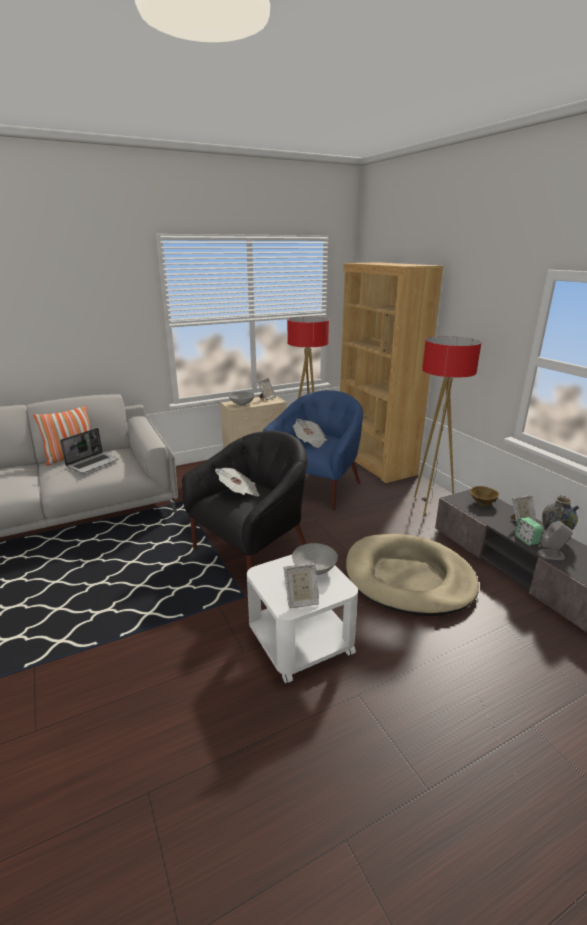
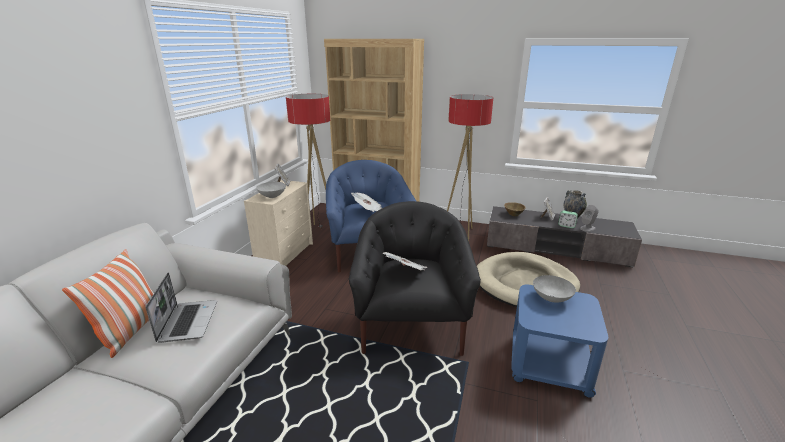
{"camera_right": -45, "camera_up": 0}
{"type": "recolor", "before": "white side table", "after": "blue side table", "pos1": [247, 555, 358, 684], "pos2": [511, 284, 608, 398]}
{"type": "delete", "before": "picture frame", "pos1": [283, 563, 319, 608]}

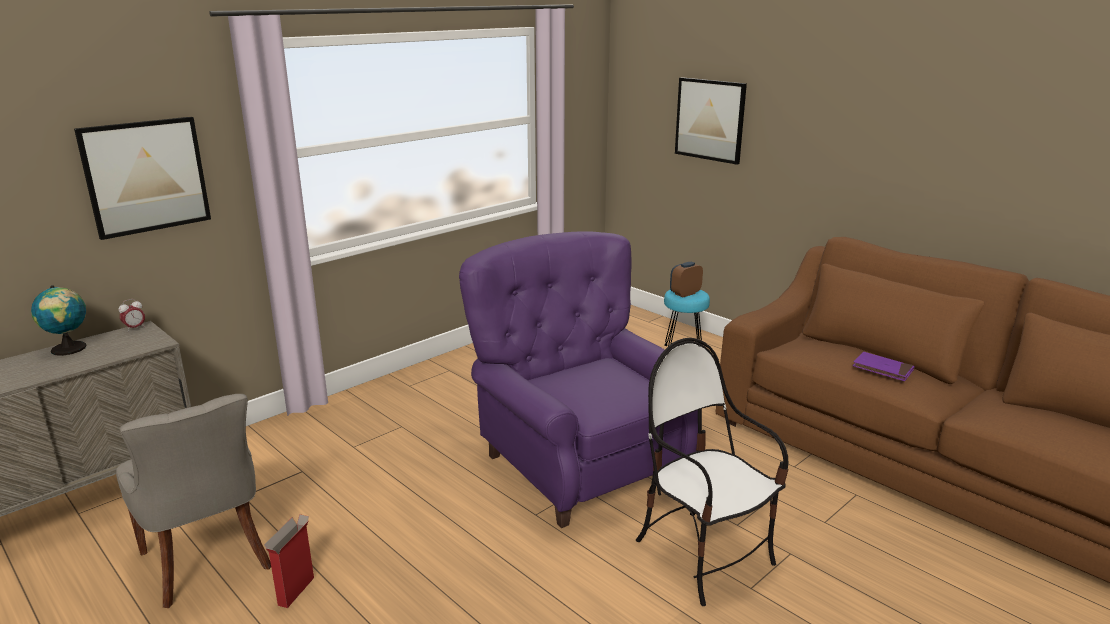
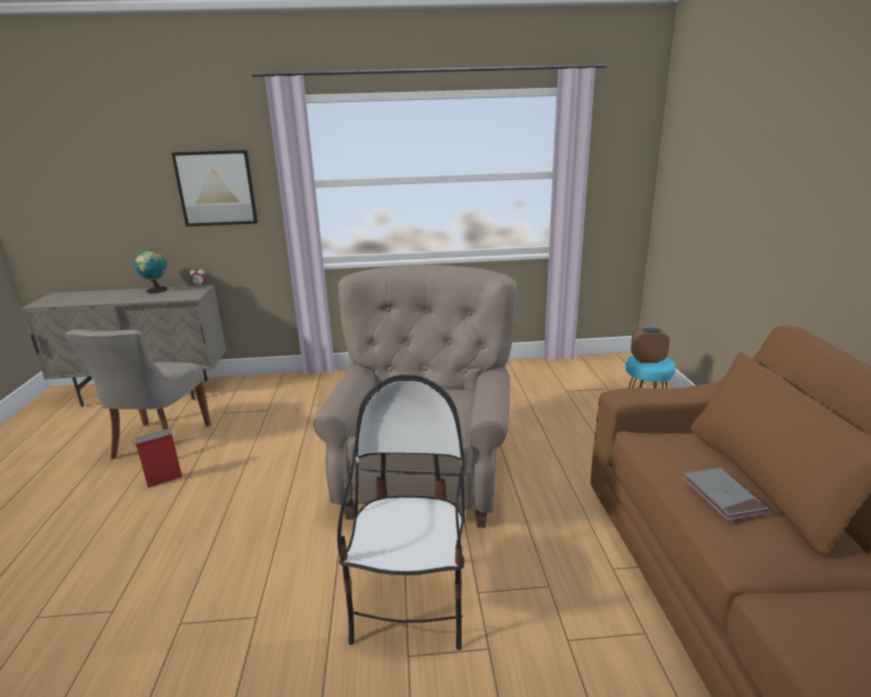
{"camera_right": 40, "camera_up": 0}
{"type": "recolor", "before": "purple armchair", "after": "beige armchair", "pos1": [459, 231, 698, 528], "pos2": [313, 265, 518, 528]}
{"type": "delete", "before": "picture", "pos1": [675, 77, 747, 165]}
{"type": "recolor", "before": "purple book", "after": "grey book", "pos1": [853, 352, 915, 381], "pos2": [683, 468, 768, 521]}

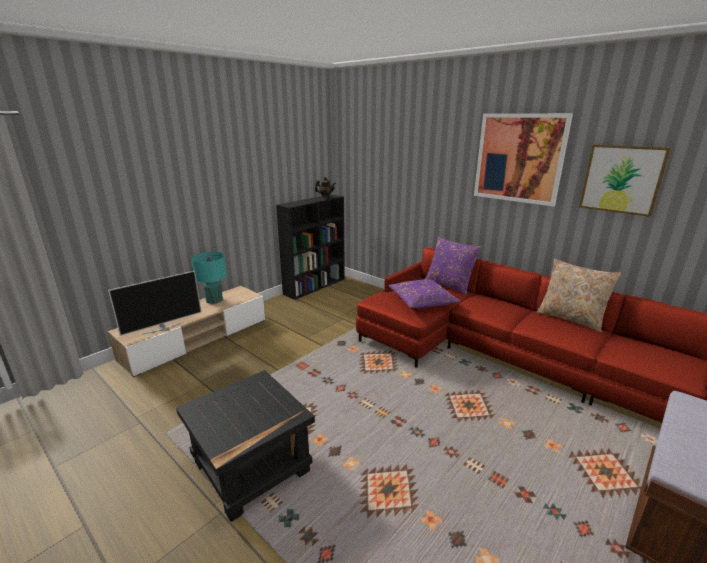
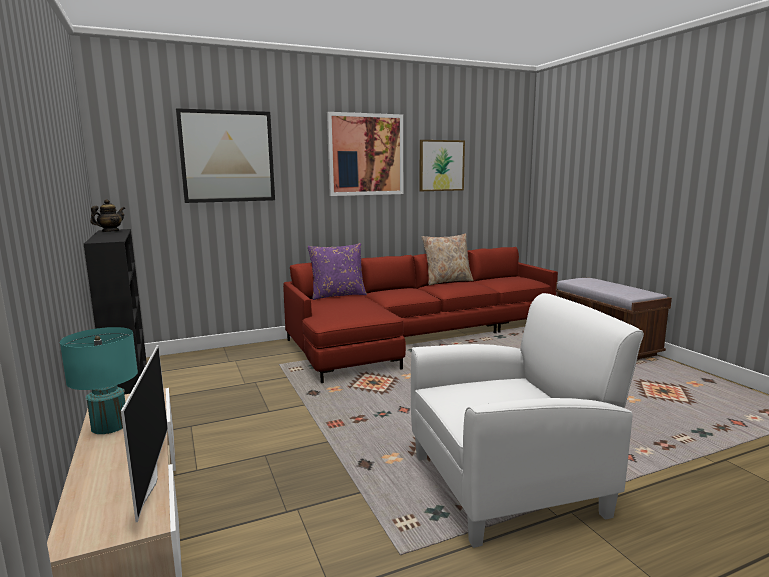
{"camera_right": -65, "camera_up": -10}
{"type": "replace", "before": "black side table", "after": "white armchair", "pos1": [176, 370, 315, 522], "pos2": [411, 293, 644, 548]}
{"type": "delete", "before": "purple pillow", "pos1": [389, 279, 461, 308]}
{"type": "insert", "after": "picture", "pos2": [176, 108, 275, 203]}

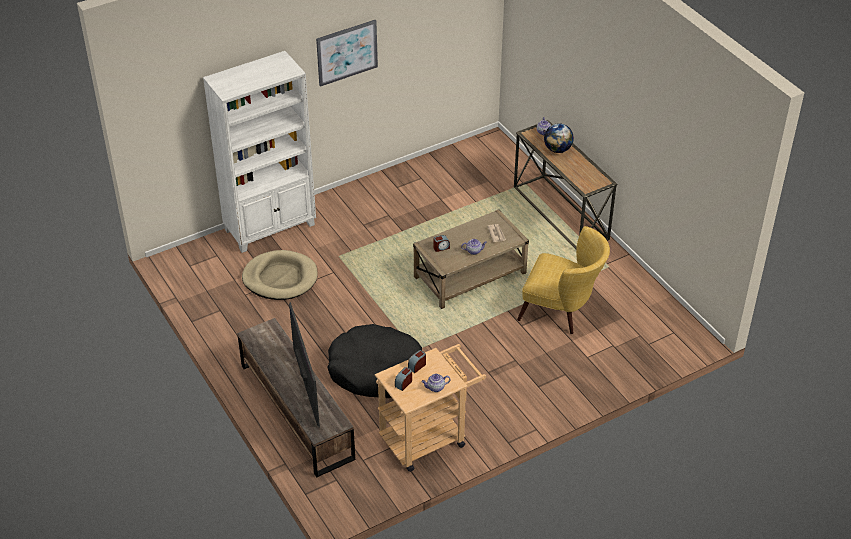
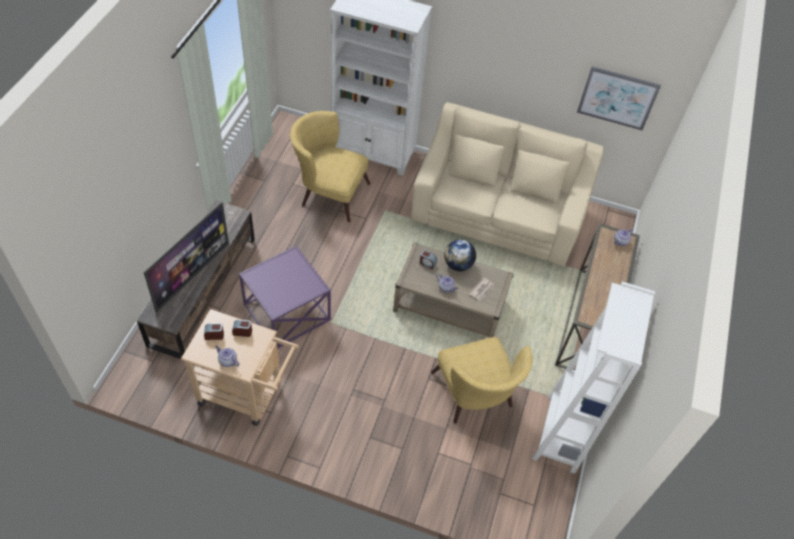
{"camera_right": 45, "camera_up": 10}
{"type": "replace", "before": "beige dog bed", "after": "yellow armchair", "pos1": [242, 250, 318, 300], "pos2": [290, 111, 370, 222]}
{"type": "move", "before": "picture", "pos1": [316, 20, 378, 87], "pos2": [577, 66, 661, 130]}
{"type": "replace", "before": "black dog bed", "after": "purple side table", "pos1": [328, 324, 422, 398], "pos2": [239, 246, 331, 349]}
{"type": "move", "before": "globe", "pos1": [544, 123, 574, 153], "pos2": [444, 240, 476, 271]}
{"type": "insert", "after": "beige sofa", "pos2": [411, 102, 604, 267]}
{"type": "insert", "after": "white bookcase", "pos2": [532, 282, 655, 474]}

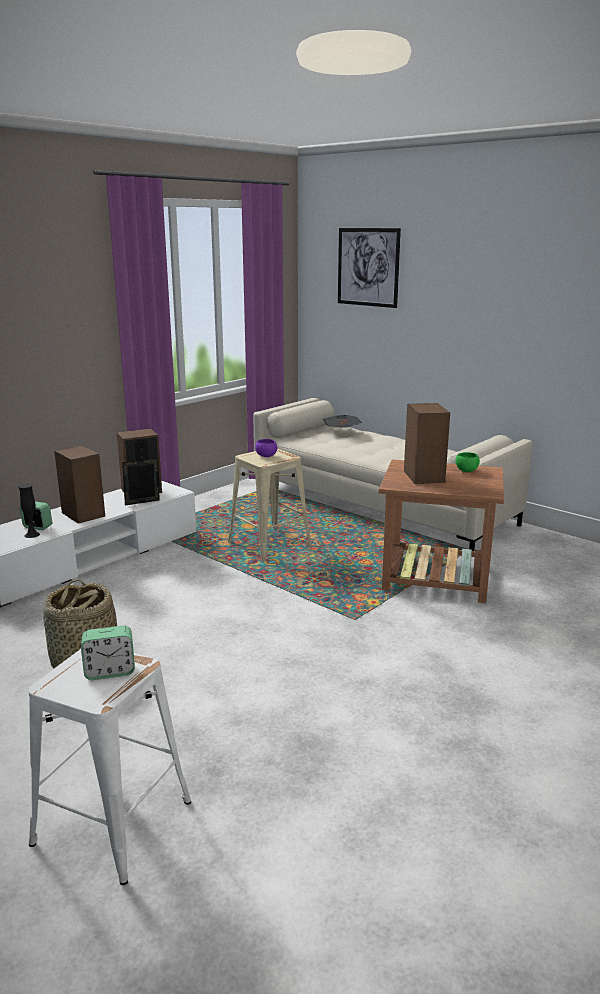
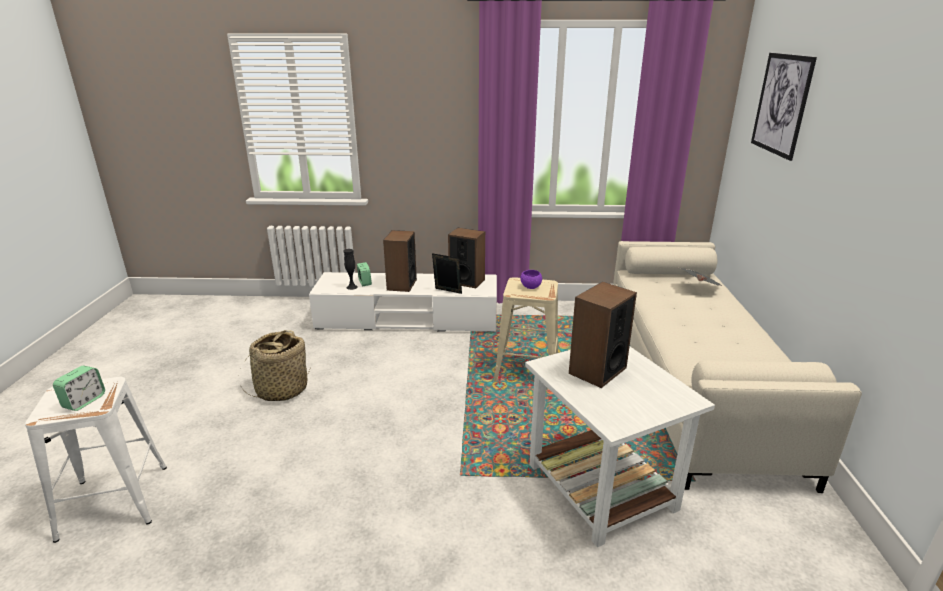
{"camera_right": 50, "camera_up": 5}
{"type": "rotate", "before": "alarm clock", "pos1": [81, 626, 135, 680], "pos2": [53, 366, 105, 411], "turn": -105}
{"type": "recolor", "before": "brown side table", "after": "white side table", "pos1": [378, 460, 504, 603], "pos2": [525, 347, 715, 547]}
{"type": "delete", "before": "green bowl", "pos1": [455, 452, 480, 472]}

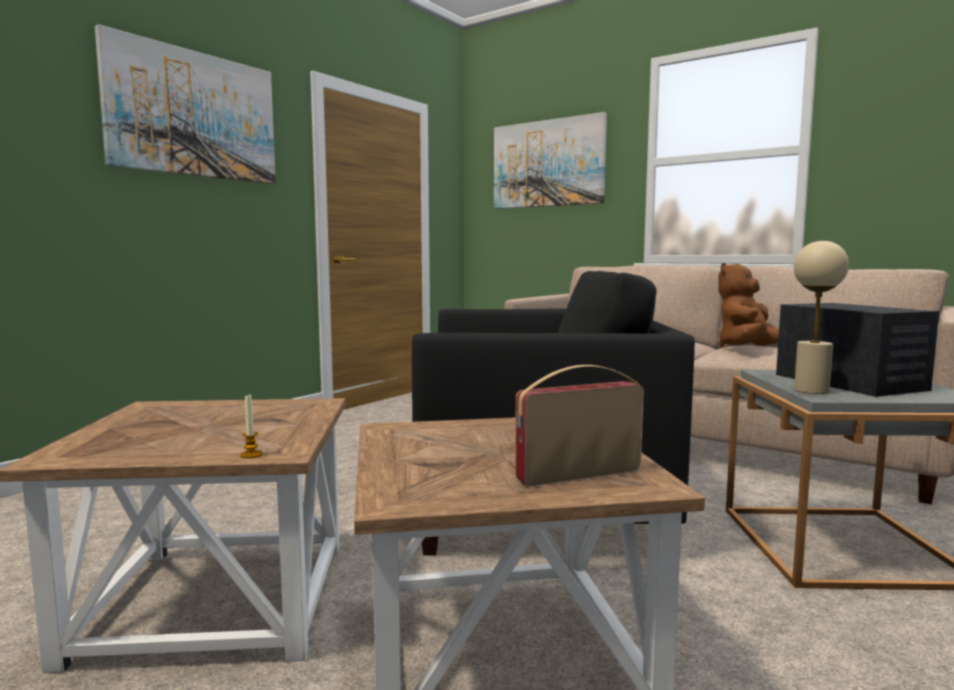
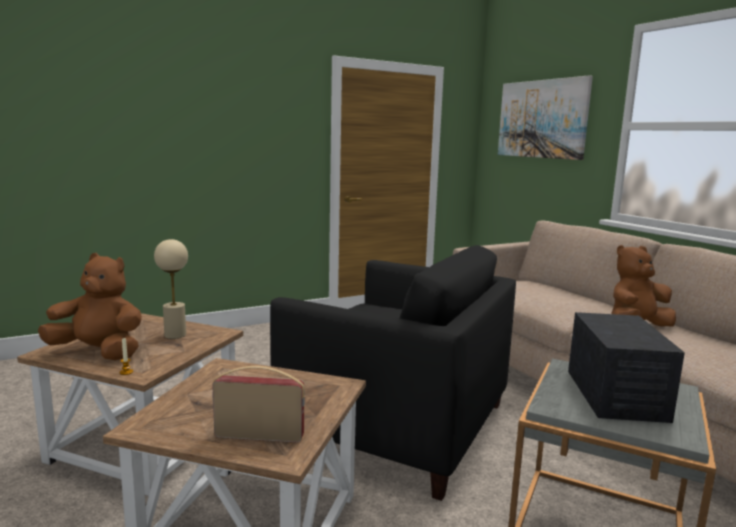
{"camera_right": 25, "camera_up": 5}
{"type": "delete", "before": "picture", "pos1": [95, 24, 276, 184]}
{"type": "move", "before": "beige table lamp", "pos1": [794, 241, 849, 394], "pos2": [154, 239, 188, 339]}
{"type": "insert", "after": "brown plush toy", "pos2": [38, 253, 142, 360]}

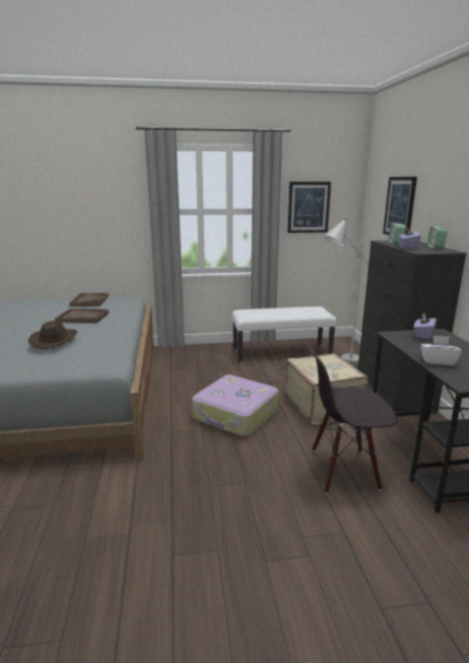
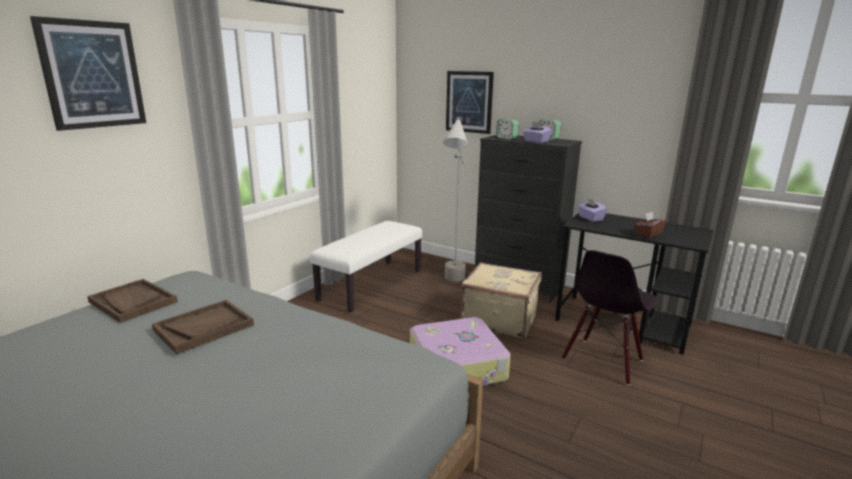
{"camera_right": -50, "camera_up": 0}
{"type": "delete", "before": "brown hat", "pos1": [28, 321, 78, 349]}
{"type": "move", "before": "picture", "pos1": [287, 182, 331, 233], "pos2": [30, 16, 146, 131]}
{"type": "recolor", "before": "white tissue box", "after": "brown tissue box", "pos1": [421, 335, 462, 365], "pos2": [635, 212, 666, 238]}

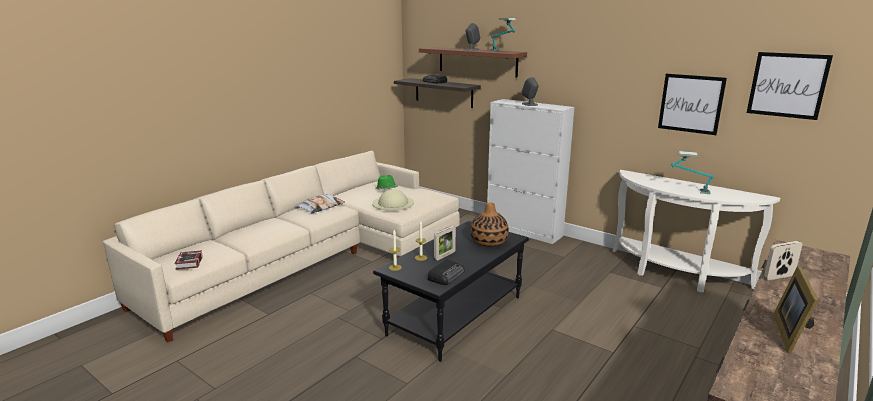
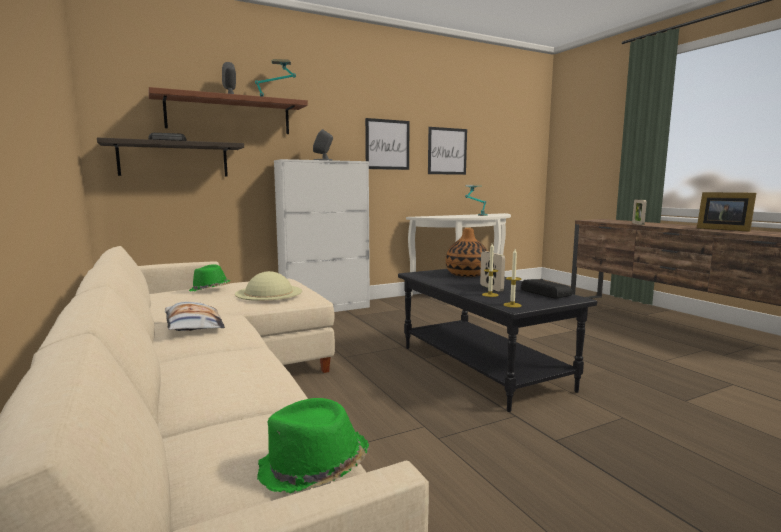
{"camera_right": -65, "camera_up": -10}
{"type": "replace", "before": "book", "after": "green hat", "pos1": [175, 251, 203, 270], "pos2": [257, 398, 369, 494]}
{"type": "move", "before": "picture", "pos1": [747, 52, 833, 120], "pos2": [365, 118, 410, 170]}

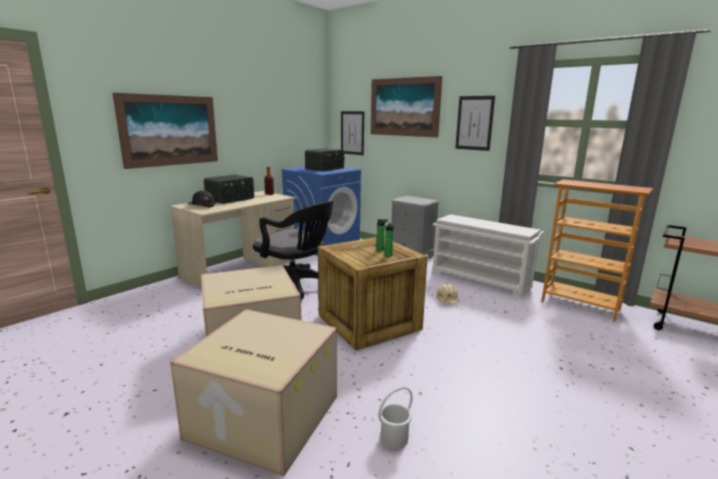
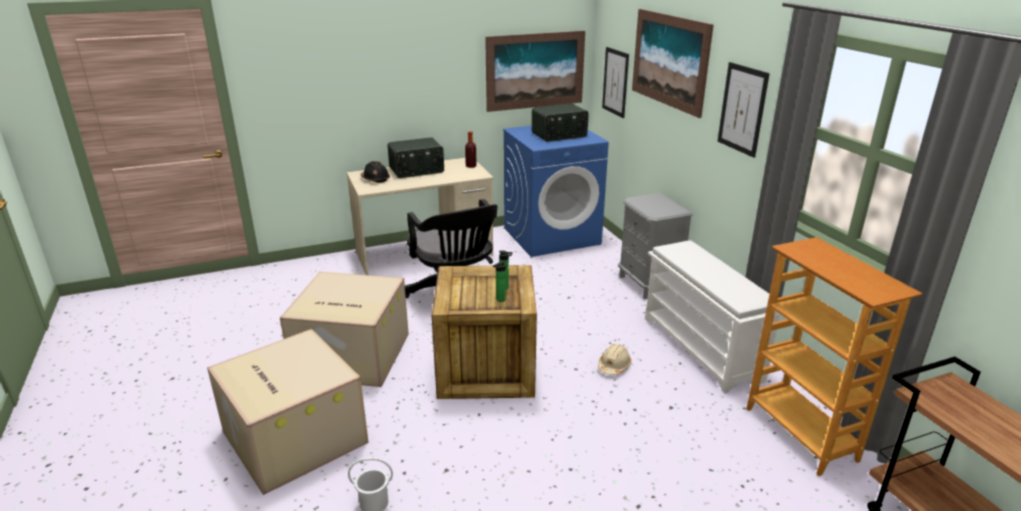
{"camera_right": 30, "camera_up": 10}
{"type": "move", "before": "picture", "pos1": [113, 93, 218, 169], "pos2": [485, 31, 585, 112]}

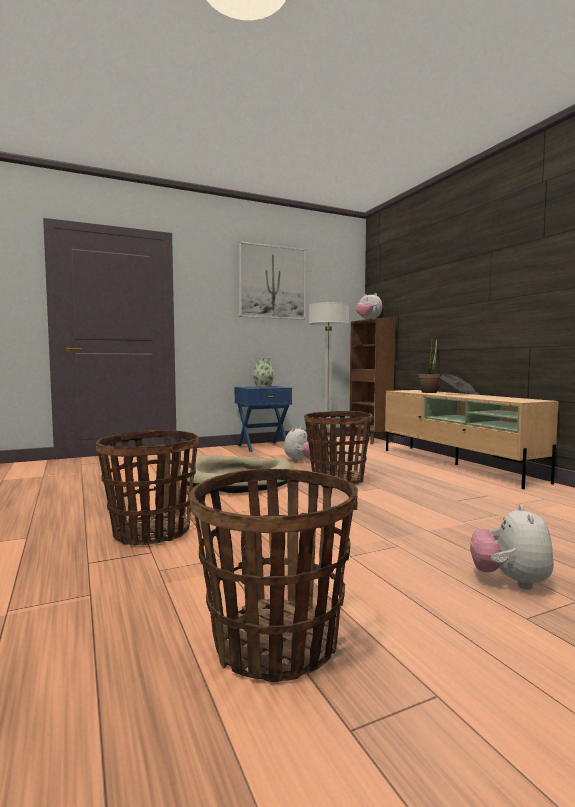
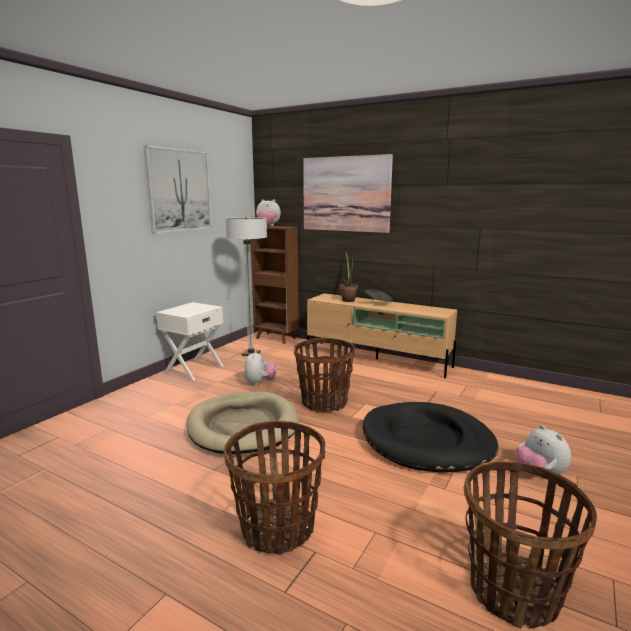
{"camera_right": -35, "camera_up": 10}
{"type": "recolor", "before": "blue nightstand", "after": "white nightstand", "pos1": [234, 386, 292, 452], "pos2": [156, 302, 224, 381]}
{"type": "delete", "before": "vase", "pos1": [253, 358, 274, 388]}
{"type": "insert", "after": "picture", "pos2": [303, 154, 393, 233]}
{"type": "insert", "after": "black dog bed", "pos2": [363, 402, 498, 472]}

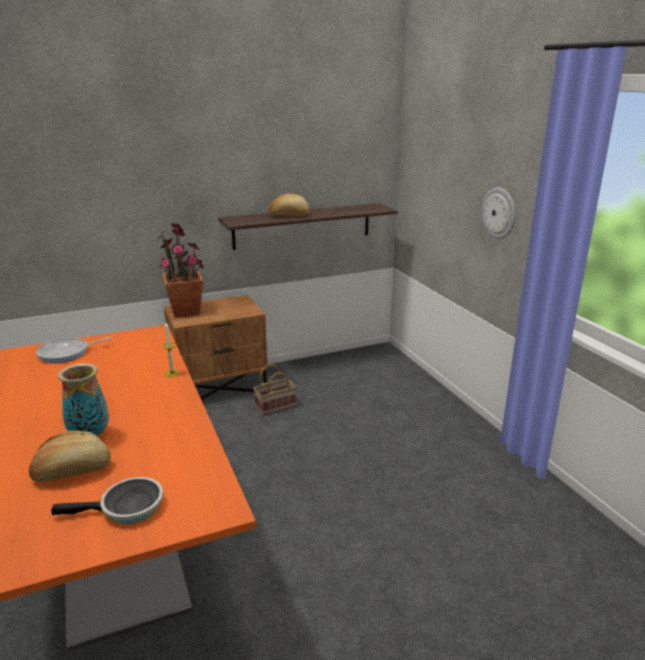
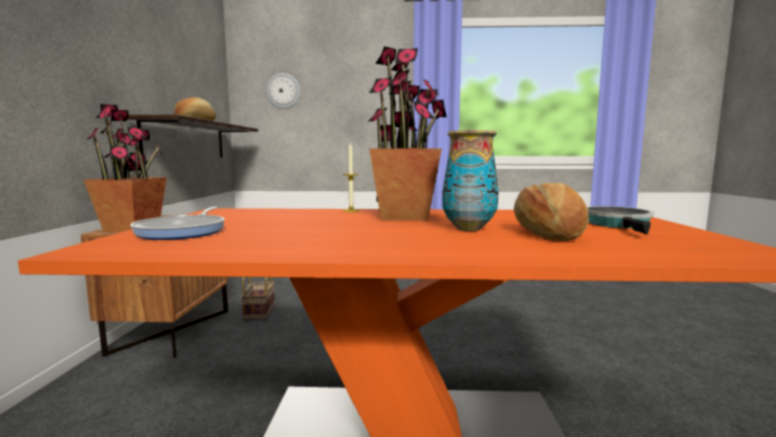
{"camera_right": -65, "camera_up": -15}
{"type": "move", "before": "wall clock", "pos1": [482, 187, 515, 239], "pos2": [266, 73, 300, 109]}
{"type": "insert", "after": "potted plant", "pos2": [369, 46, 447, 221]}

